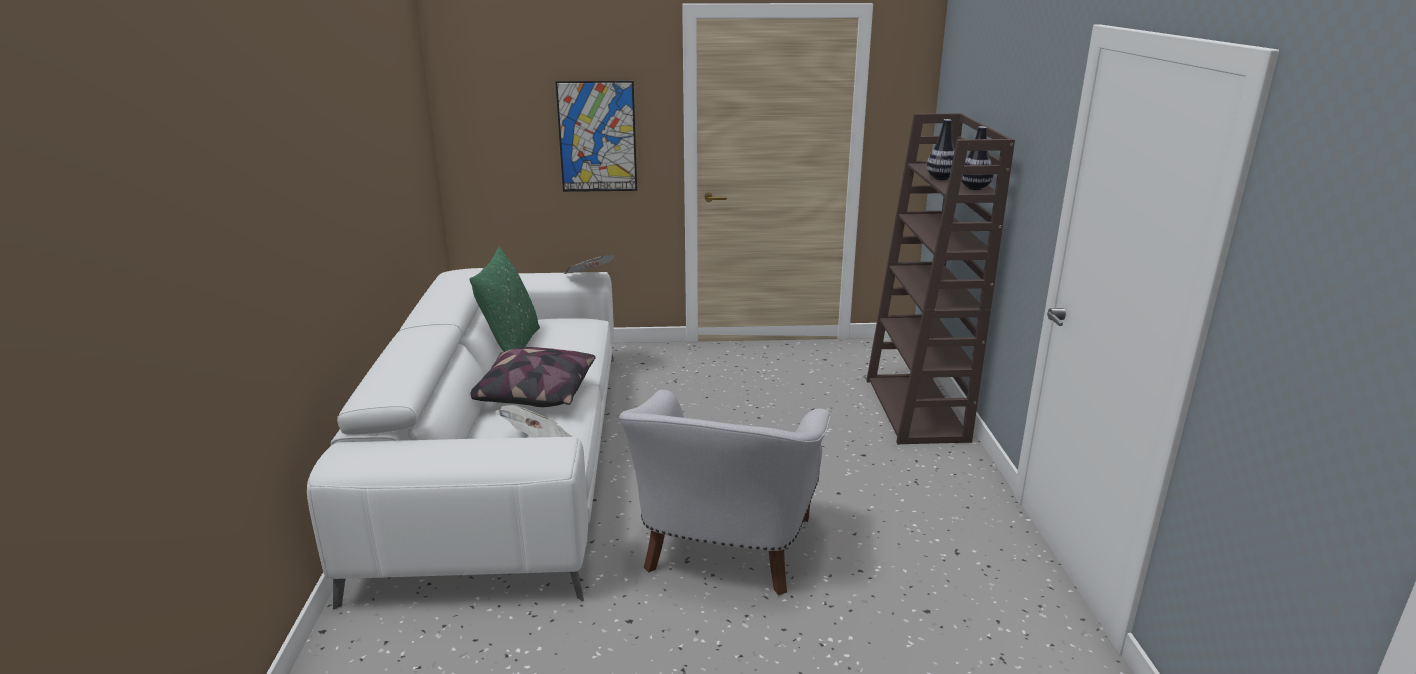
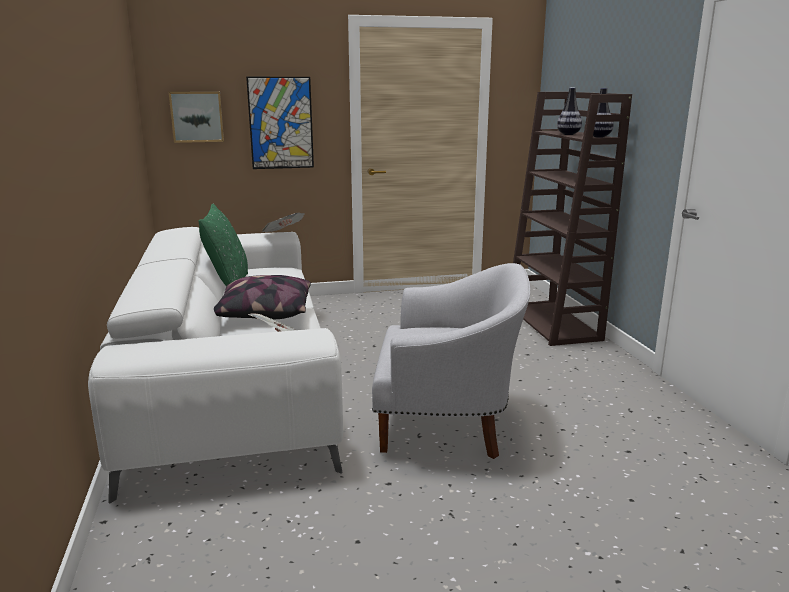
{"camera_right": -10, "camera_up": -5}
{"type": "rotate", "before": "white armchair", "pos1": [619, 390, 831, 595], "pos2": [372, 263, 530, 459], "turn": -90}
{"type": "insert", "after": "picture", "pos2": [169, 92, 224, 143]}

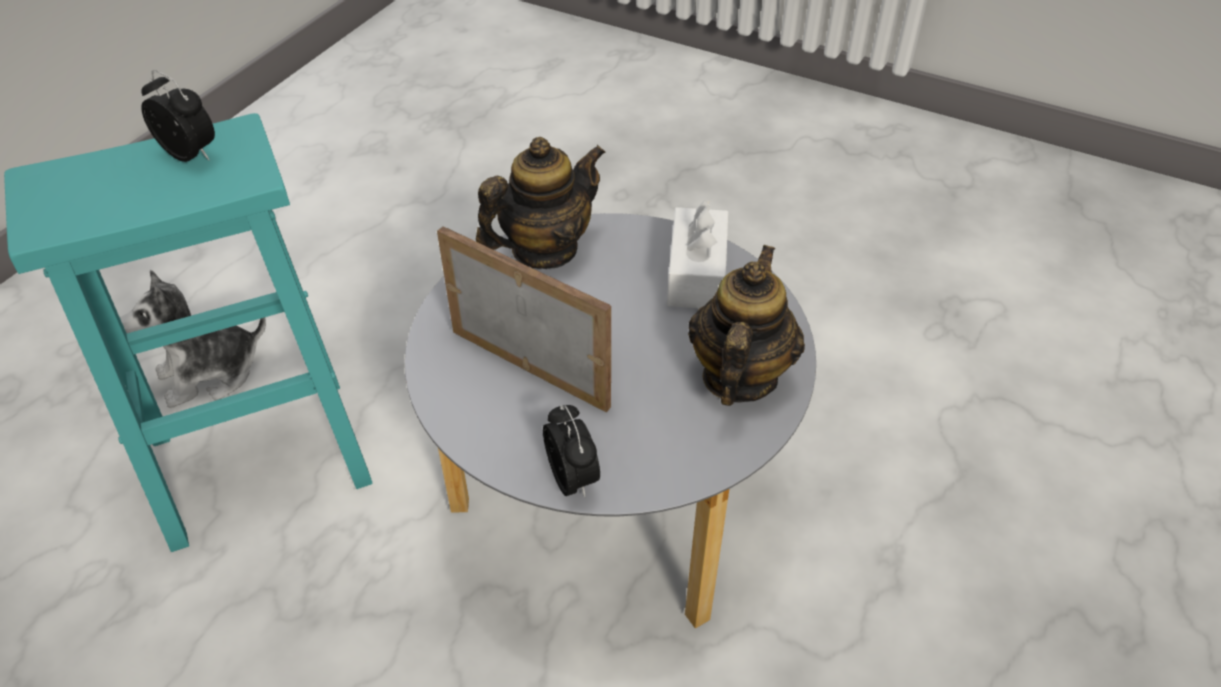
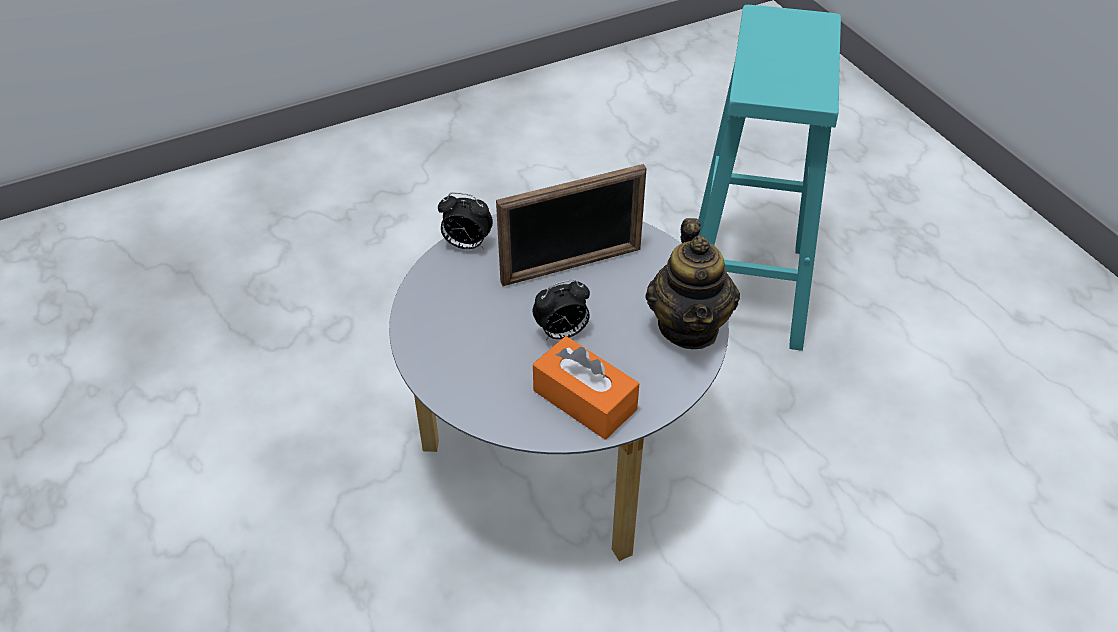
{"camera_right": 125, "camera_up": 0}
{"type": "delete", "before": "plush toy", "pos1": [120, 270, 266, 408]}
{"type": "move", "before": "alarm clock", "pos1": [141, 70, 215, 162], "pos2": [533, 280, 590, 340]}
{"type": "recolor", "before": "white tissue box", "after": "orange tissue box", "pos1": [667, 200, 728, 308], "pos2": [533, 336, 639, 439]}
{"type": "delete", "before": "teapot", "pos1": [688, 245, 805, 406]}

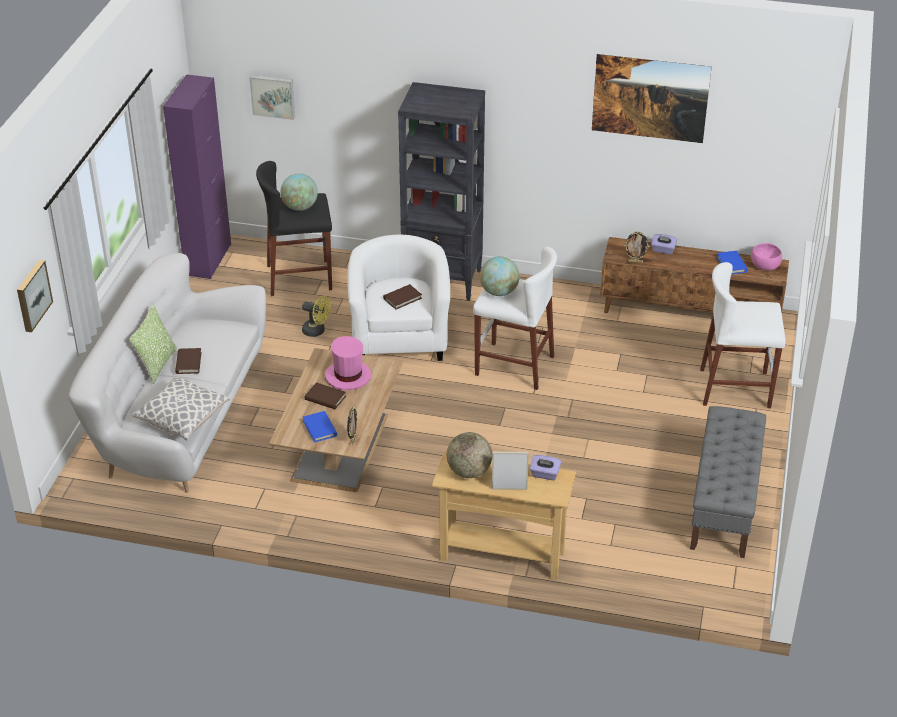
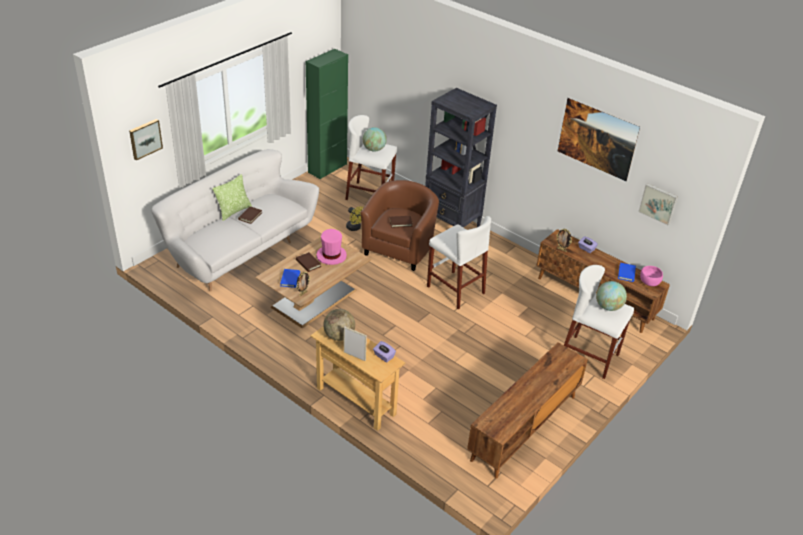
{"camera_right": 25, "camera_up": 0}
{"type": "delete", "before": "pillow", "pos1": [132, 375, 230, 441]}
{"type": "recolor", "before": "purple cabinet", "after": "green cabinet", "pos1": [163, 74, 231, 279], "pos2": [306, 49, 348, 179]}
{"type": "move", "before": "picture", "pos1": [249, 75, 295, 120], "pos2": [638, 183, 678, 225]}
{"type": "recolor", "before": "black stool", "after": "white stool", "pos1": [256, 161, 332, 296], "pos2": [345, 115, 397, 200]}
{"type": "recolor", "before": "white armchair", "after": "brown armchair", "pos1": [347, 235, 450, 361], "pos2": [361, 180, 439, 271]}
{"type": "move", "before": "globe", "pos1": [480, 256, 520, 296], "pos2": [596, 281, 627, 311]}
{"type": "replace", "before": "grey bench", "after": "brown tv stand", "pos1": [690, 406, 766, 558], "pos2": [467, 342, 588, 479]}

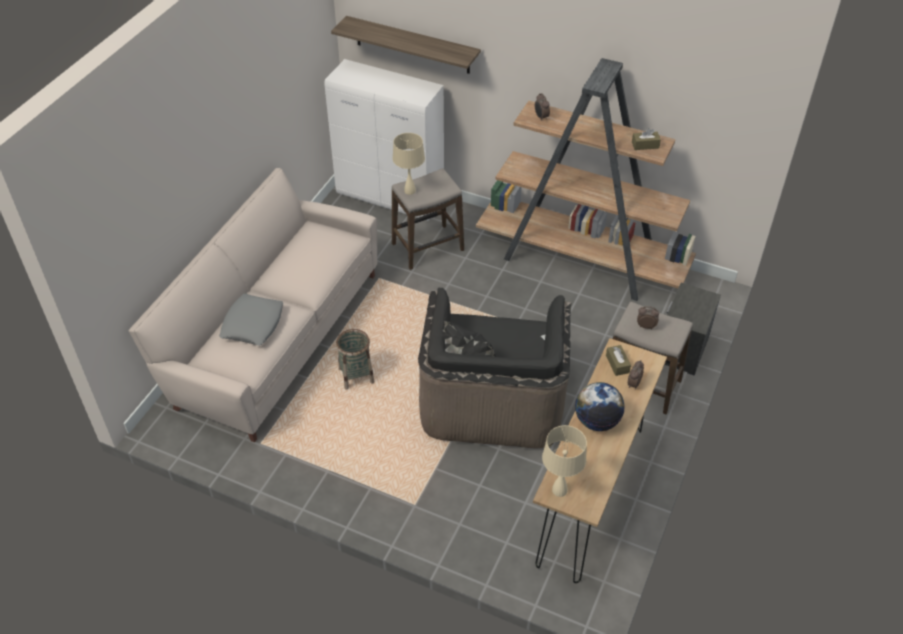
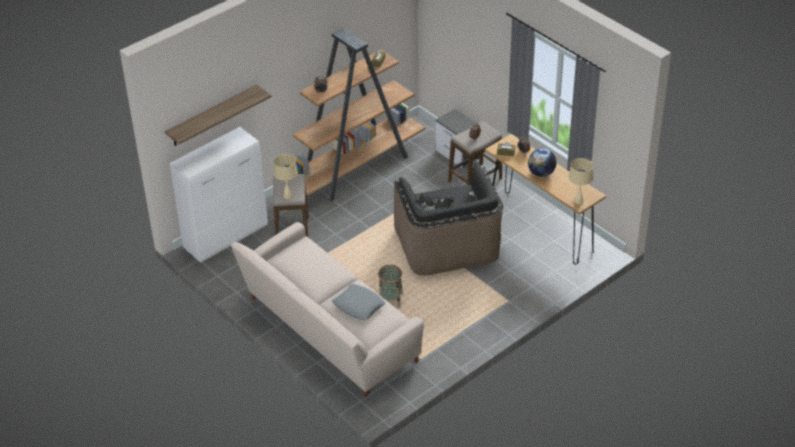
{"camera_right": -65, "camera_up": -5}
{"type": "rotate", "before": "black armchair", "pos1": [418, 288, 571, 448], "pos2": [394, 162, 503, 276], "turn": 45}

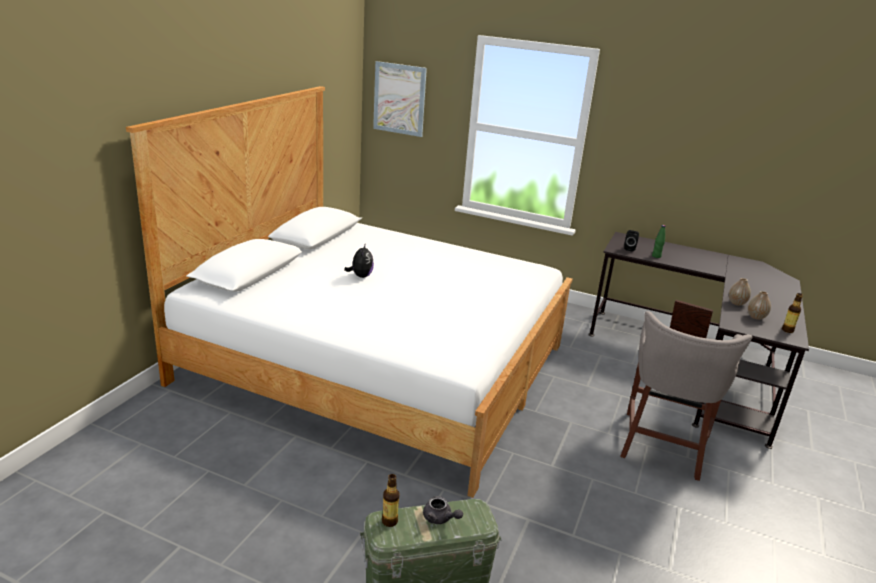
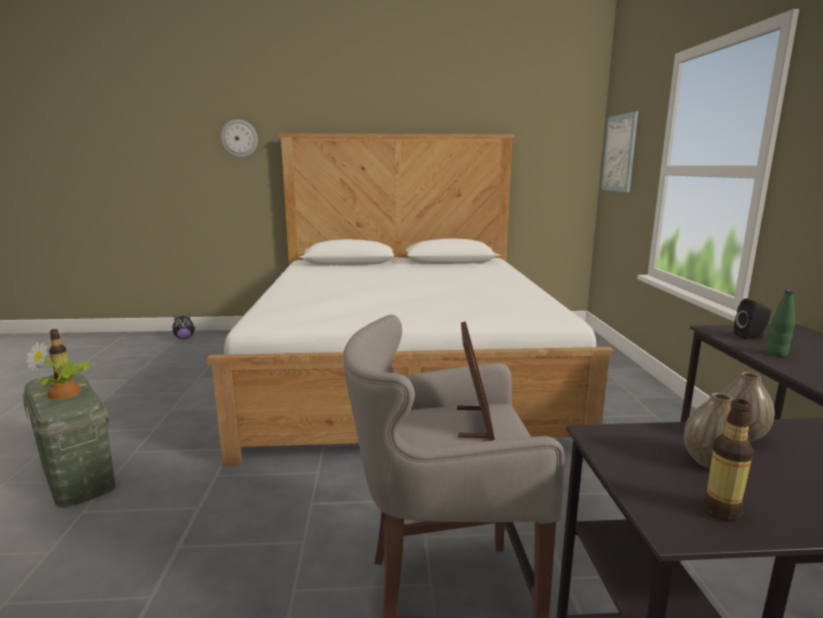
{"camera_right": 65, "camera_up": -10}
{"type": "move", "before": "plush toy", "pos1": [344, 243, 374, 278], "pos2": [172, 314, 196, 339]}
{"type": "replace", "before": "grey teapot", "after": "potted plant", "pos1": [423, 496, 463, 524], "pos2": [26, 342, 95, 400]}
{"type": "insert", "after": "wall clock", "pos2": [220, 119, 258, 158]}

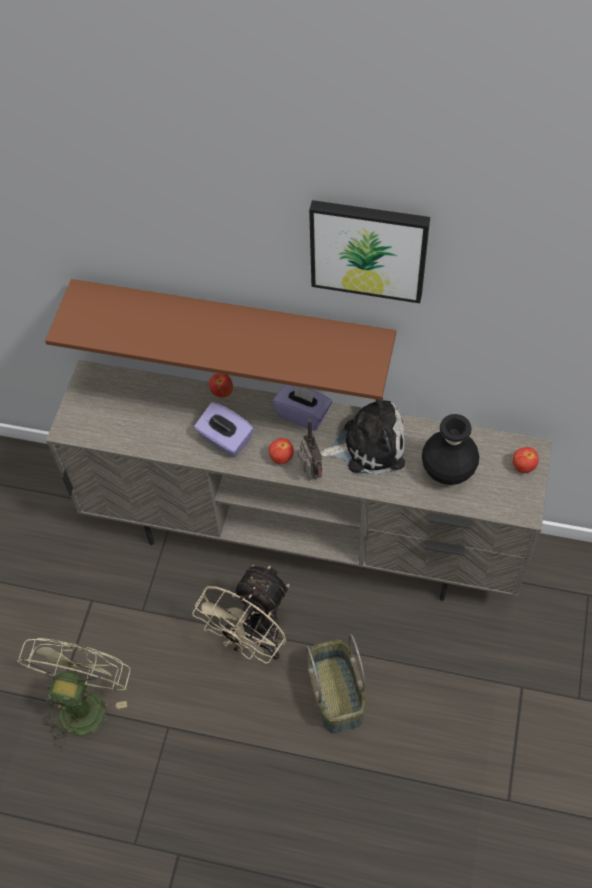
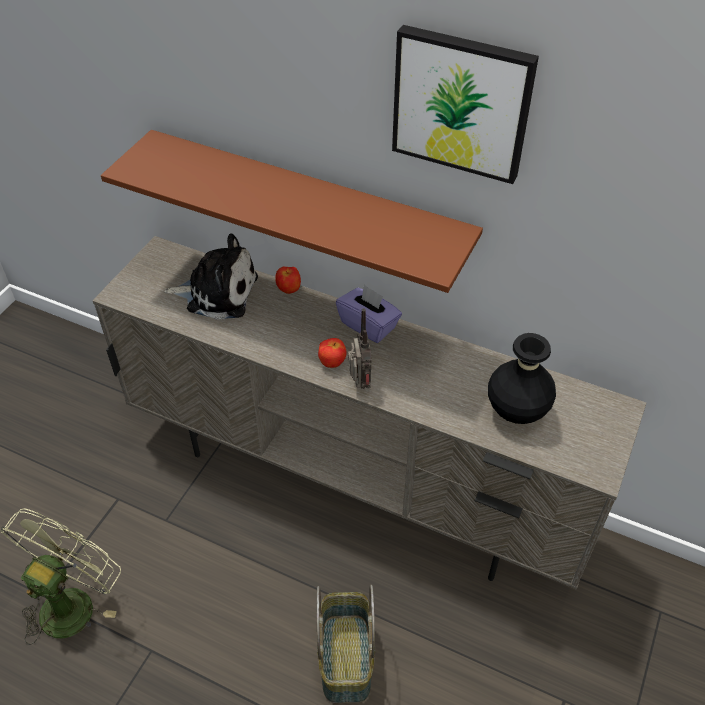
{"camera_right": 10, "camera_up": -10}
{"type": "delete", "before": "beige fan", "pos1": [192, 565, 289, 664]}
{"type": "delete", "before": "purple tissue box", "pos1": [194, 402, 254, 457]}
{"type": "move", "before": "plush toy", "pos1": [320, 397, 405, 475], "pos2": [164, 233, 258, 320]}
{"type": "delete", "before": "apple", "pos1": [513, 447, 539, 473]}

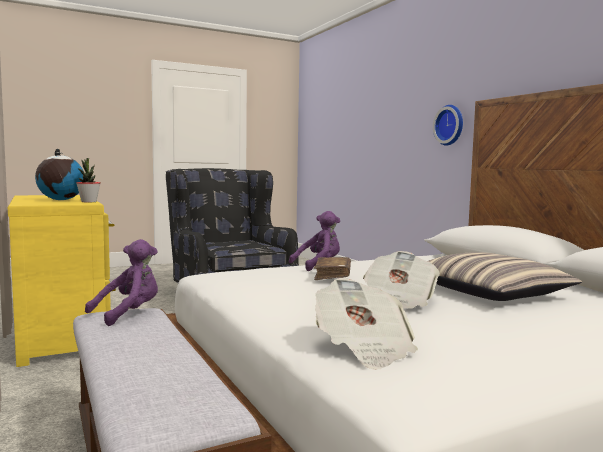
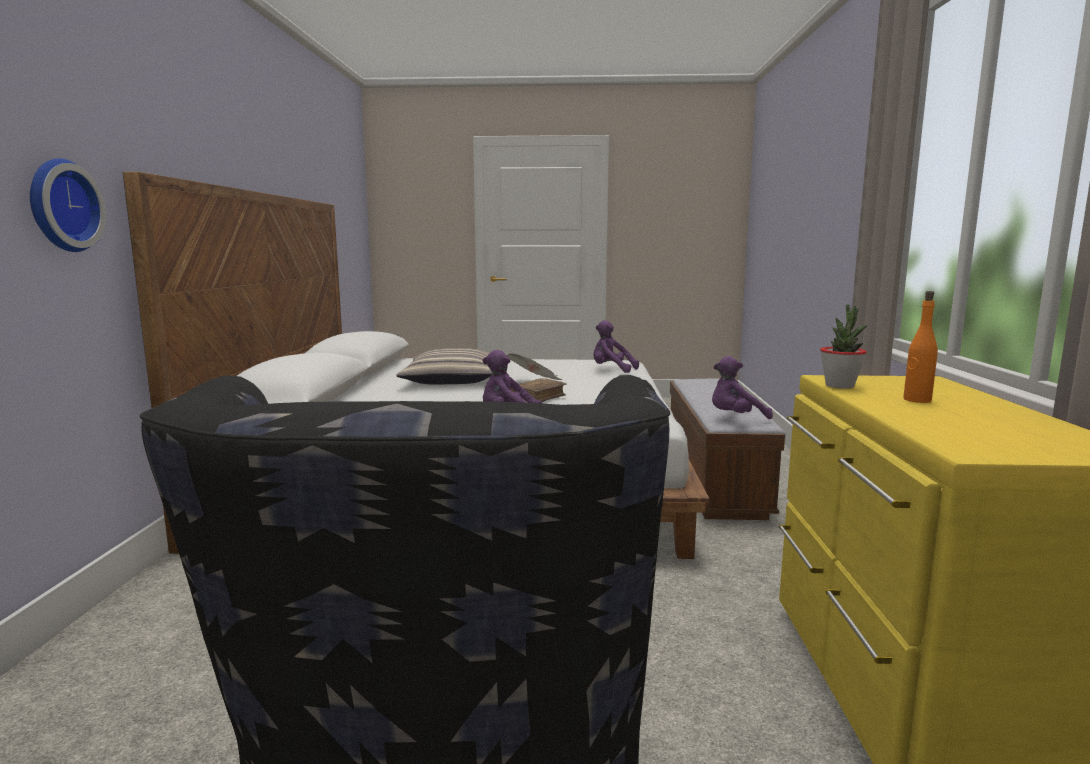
{"camera_right": -150, "camera_up": 5}
{"type": "replace", "before": "globe", "after": "orange bottle", "pos1": [35, 149, 84, 200], "pos2": [903, 291, 938, 403]}
{"type": "replace", "before": "newspaper", "after": "purple plush toy", "pos1": [315, 278, 418, 370], "pos2": [593, 320, 639, 373]}

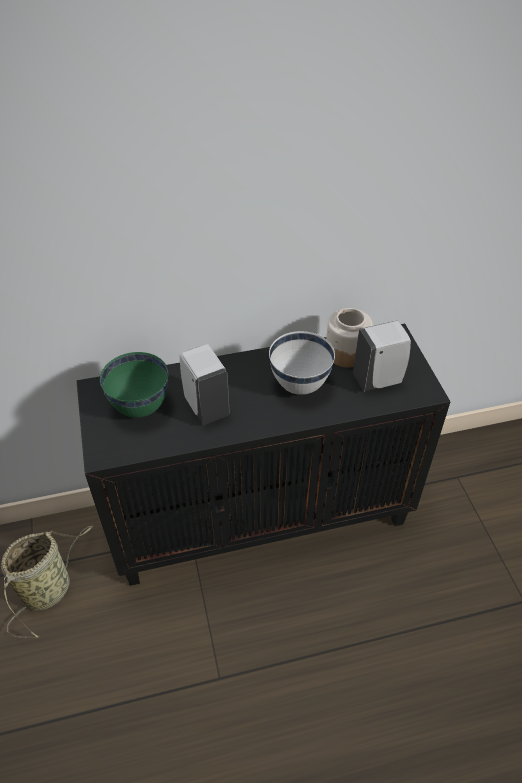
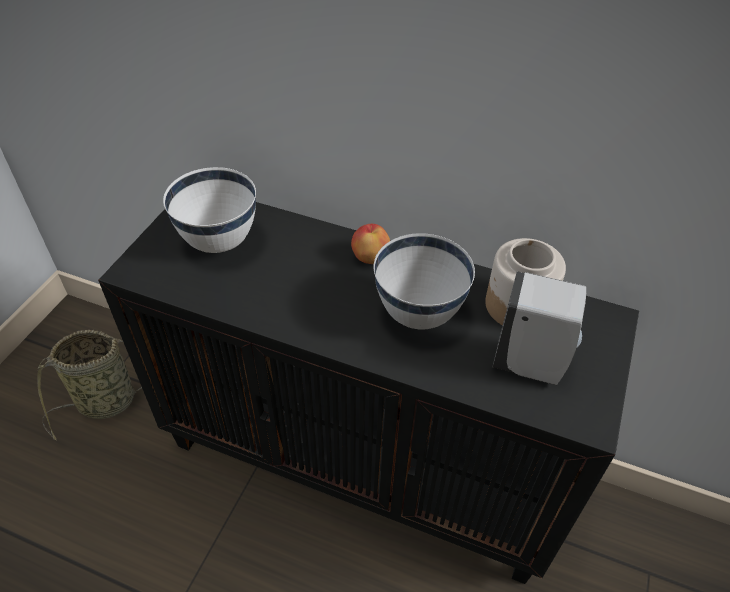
{"camera_right": 35, "camera_up": 0}
{"type": "recolor", "before": "green bowl", "after": "white bowl", "pos1": [100, 352, 169, 418], "pos2": [163, 167, 256, 253]}
{"type": "delete", "before": "white soap dispenser", "pos1": [180, 344, 230, 425]}
{"type": "insert", "after": "apple", "pos2": [351, 224, 390, 264]}

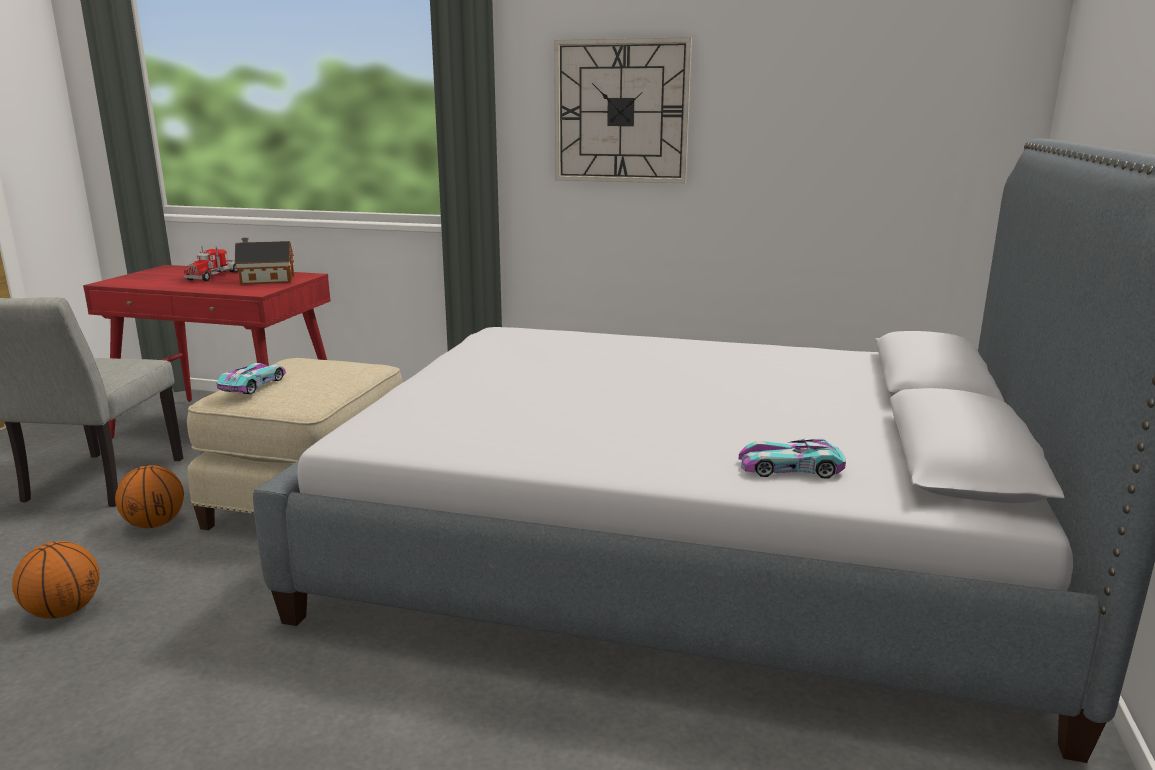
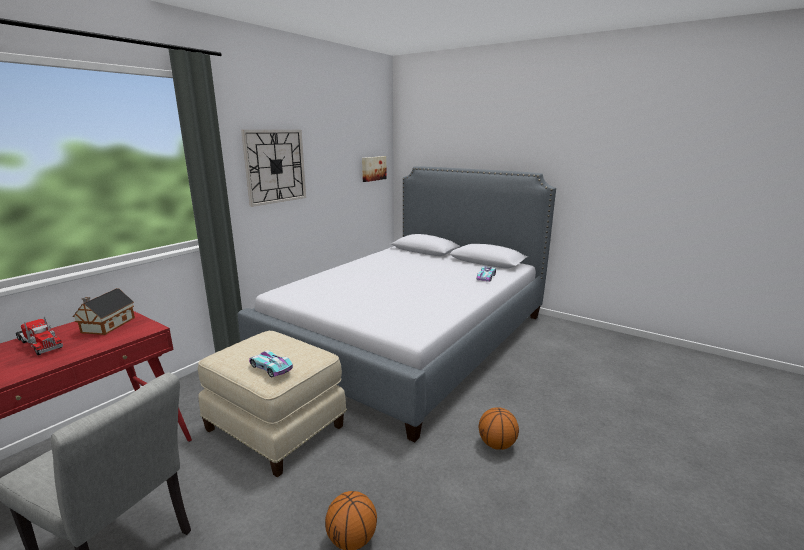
{"camera_right": -70, "camera_up": 0}
{"type": "move", "before": "basketball", "pos1": [115, 465, 184, 528], "pos2": [479, 407, 519, 450]}
{"type": "insert", "after": "picture", "pos2": [362, 156, 387, 182]}

